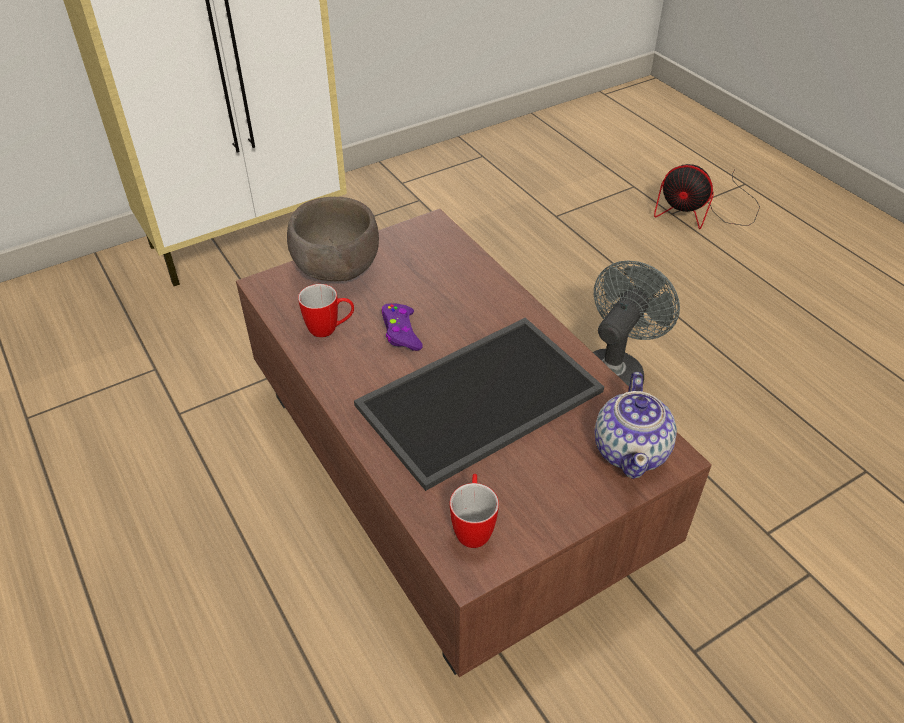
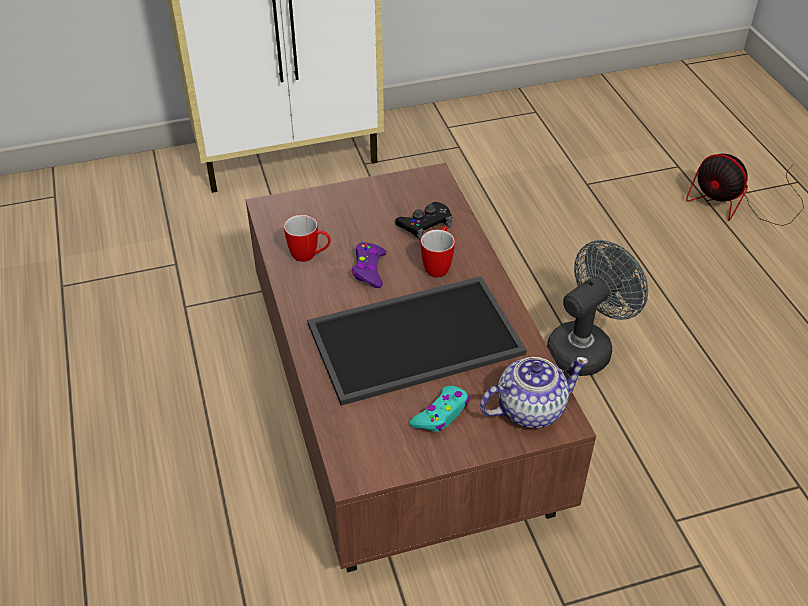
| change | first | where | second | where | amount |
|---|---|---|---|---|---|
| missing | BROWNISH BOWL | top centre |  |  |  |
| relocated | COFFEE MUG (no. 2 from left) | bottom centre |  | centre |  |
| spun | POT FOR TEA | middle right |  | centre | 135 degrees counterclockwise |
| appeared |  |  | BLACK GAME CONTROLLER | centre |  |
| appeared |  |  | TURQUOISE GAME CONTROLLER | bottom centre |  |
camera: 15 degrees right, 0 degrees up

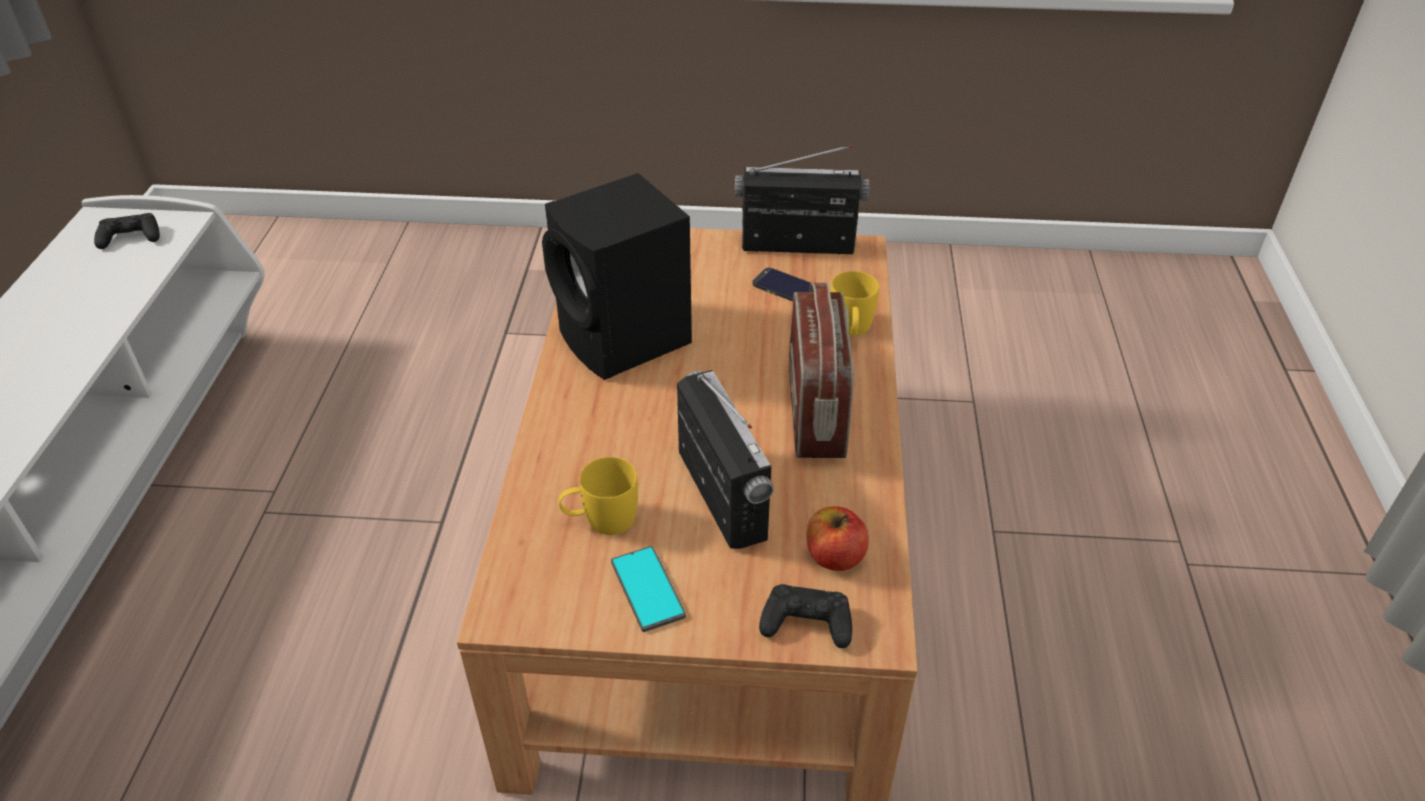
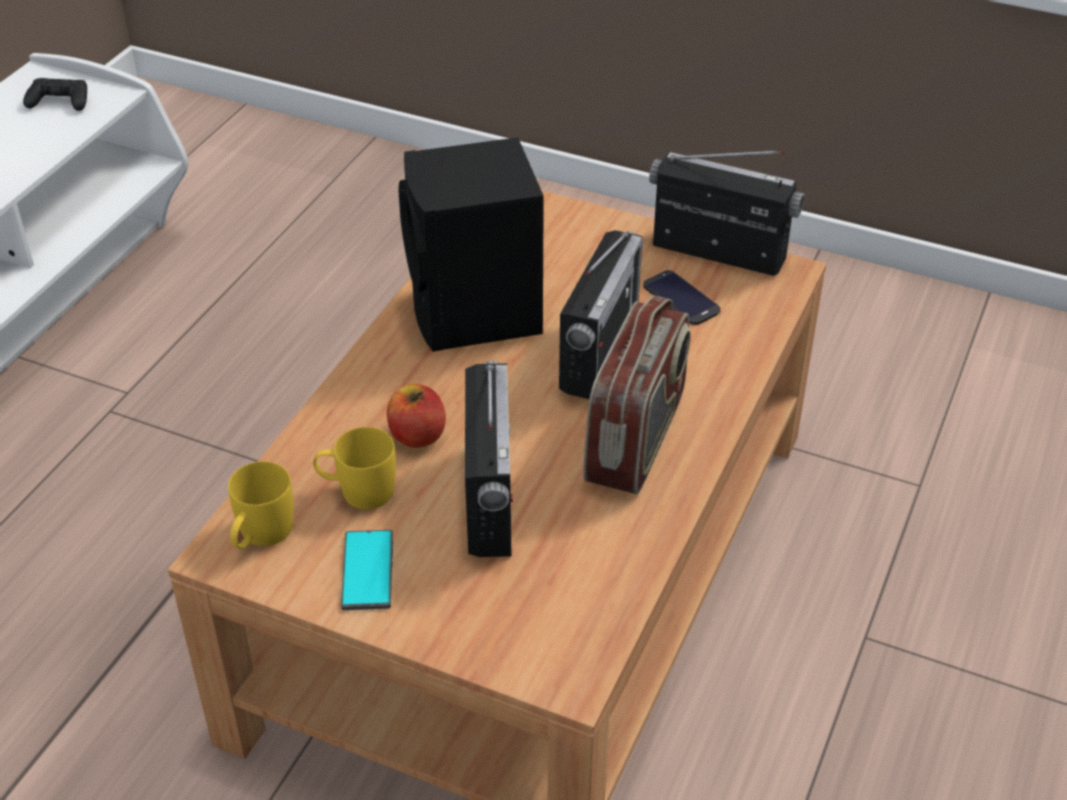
| change | first | where | second | where | amount |
|---|---|---|---|---|---|
| missing | BLACK GAME CONTROLLER (no. 2 from left) | bottom centre |  |  |  |
| relocated | APPLE FRUIT | bottom centre |  | centre |  |
| relocated | YELLOW-COLOURED COFFEE MUG (no. 2 from left in the first image) | centre | YELLOW-COLOURED COFFEE MUG (no. 1 from left) | middle left |  |
| appeared |  |  | RADIO (no. 2 from left) | centre |  |
camera: 20 degrees right, 0 degrees up

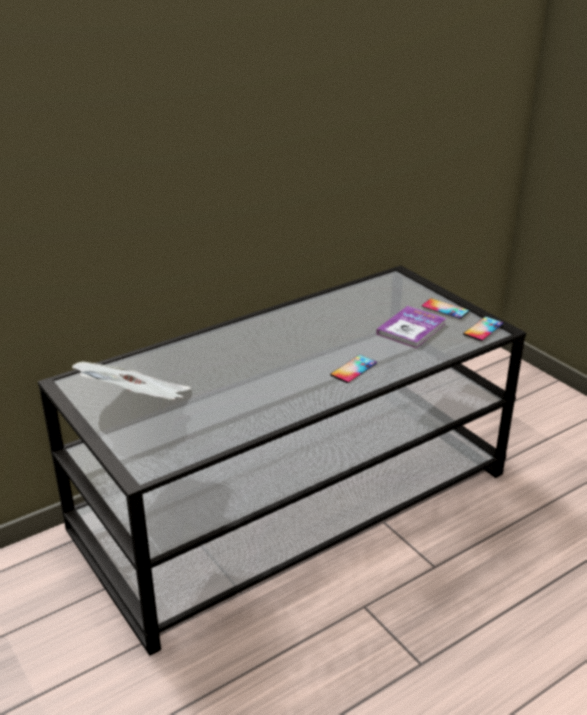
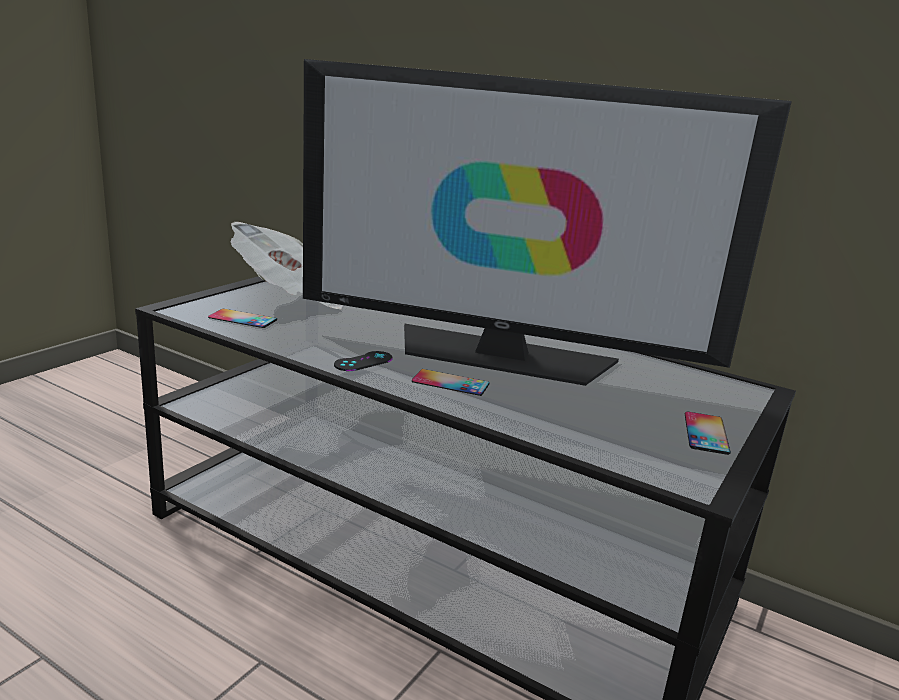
| change | first | where | second | where | amount |
|---|---|---|---|---|---|
| missing | BOUND BOOK | middle right |  |  |  |
| relocated | PHONE (no. 3 from left in the first image) | middle right | PHONE (no. 1 from left) | middle left |  |
| appeared |  |  | TV SET | top centre |  |
| appeared |  |  | BLACK GAME CONTROLLER | centre |  |
camera: 65 degrees right, 10 degrees down

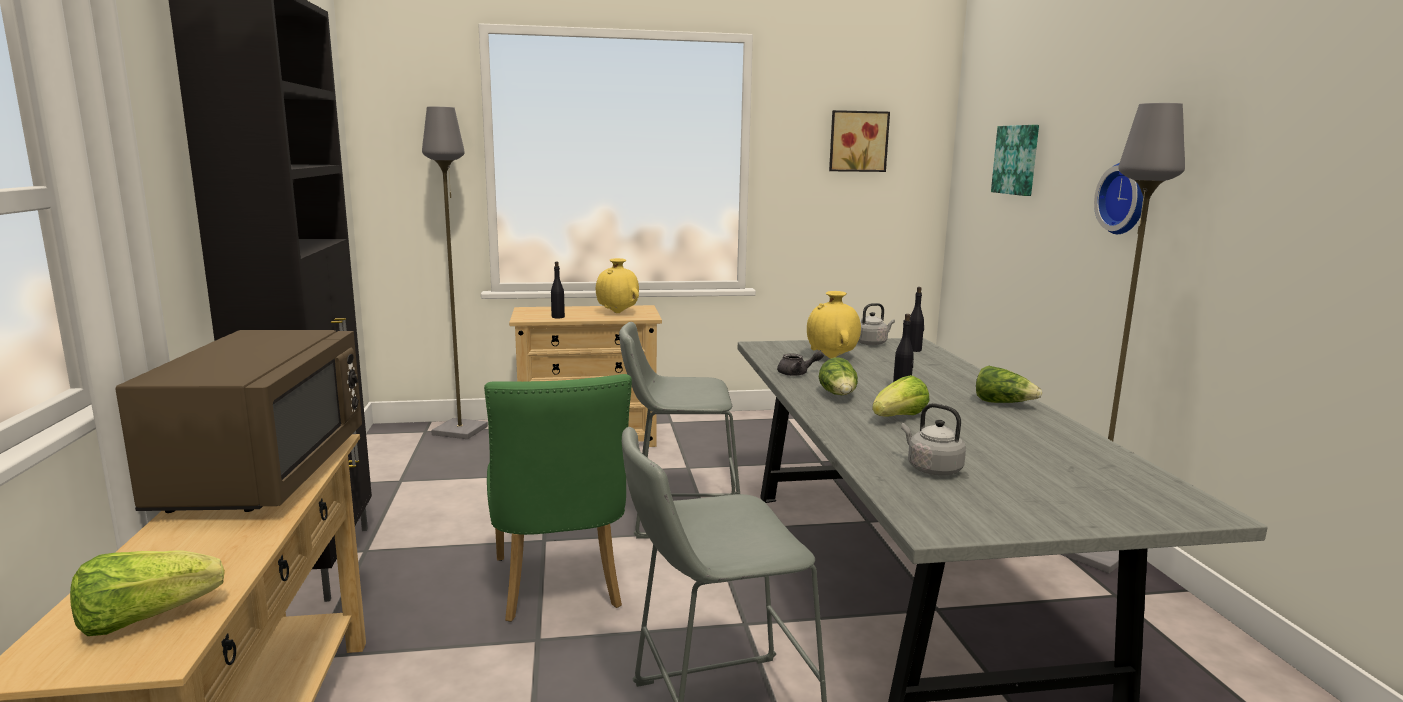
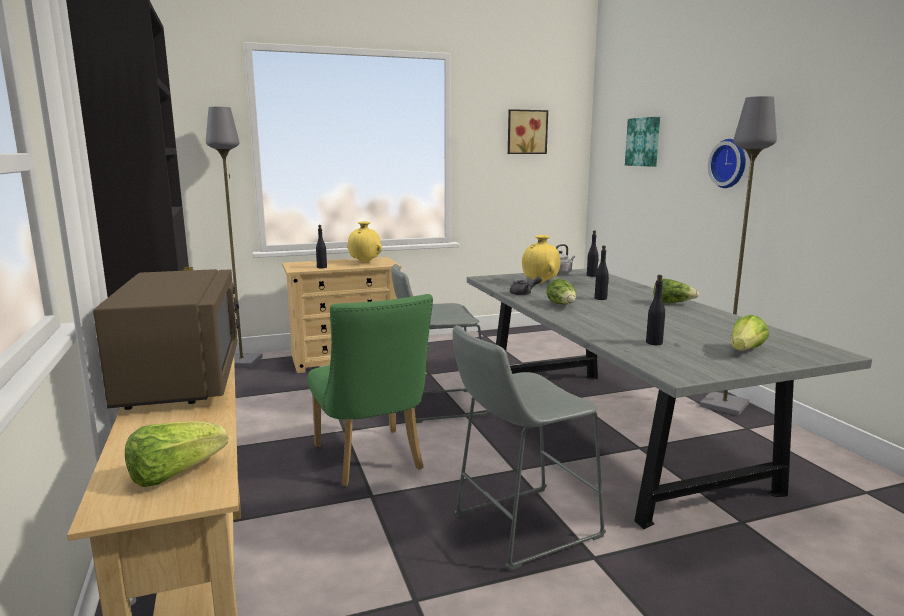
| change | first | where | second | where | amount |
|---|---|---|---|---|---|
| relocated | LETTUCE HEAD (no. 3 from left in the first image) | centre | LETTUCE HEAD (no. 4 from left) | middle right |  |
| exchanged | GREYISH TEA KETTLE (no. 2 from left) | centre | BLACK BEVERAGE BOTTLE (no. 4 from left) | middle right |  |
camera: 10 degrees left, 0 degrees up

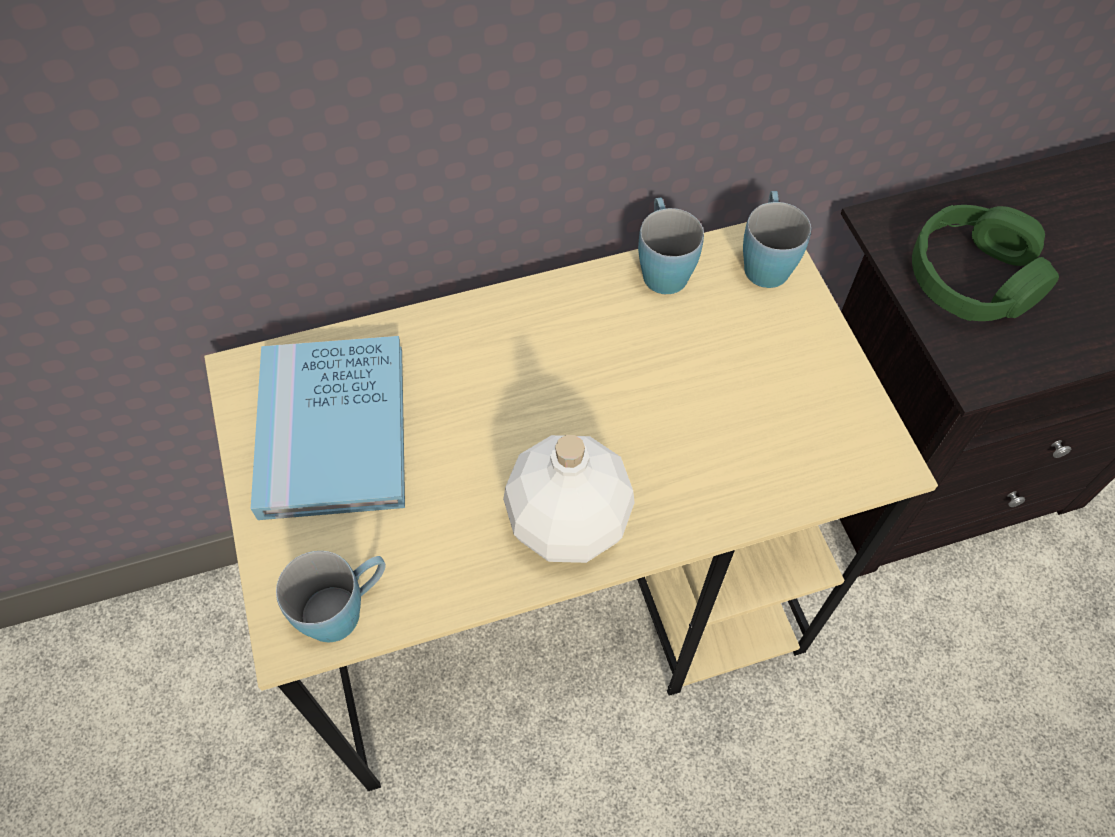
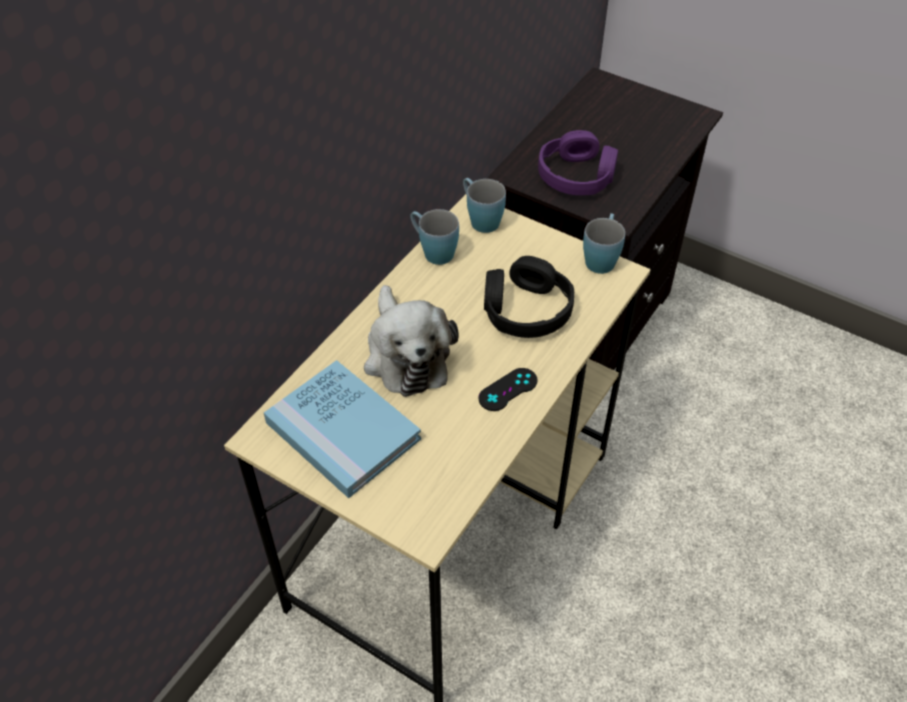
| change | first | where | second | where | amount |
|---|---|---|---|---|---|
| relocated | BLUE-COLOURED COFFEE MUG (no. 1 from left in the first image) | bottom left | BLUE-COLOURED COFFEE MUG (no. 3 from left) | centre |  |
| exchanged | WHITE-COLOURED BEVERAGE BOTTLE | centre | BLACK GAME CONTROLLER | centre |  |
| colour | GREEN HEADSET | top right | PURPLISH HEADSET | top centre |  |
| appeared |  |  | SOFT TOY | centre |  |
| appeared |  |  | BLACK HEADSET | centre |  |
camera: 40 degrees left, 10 degrees down

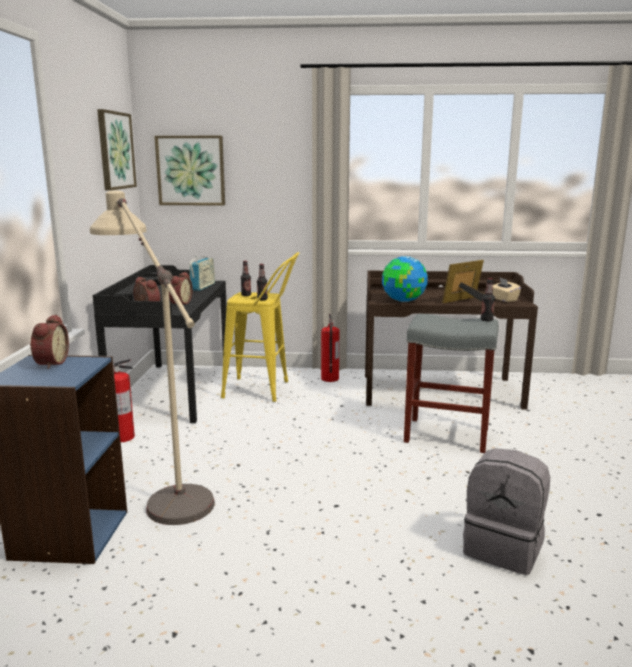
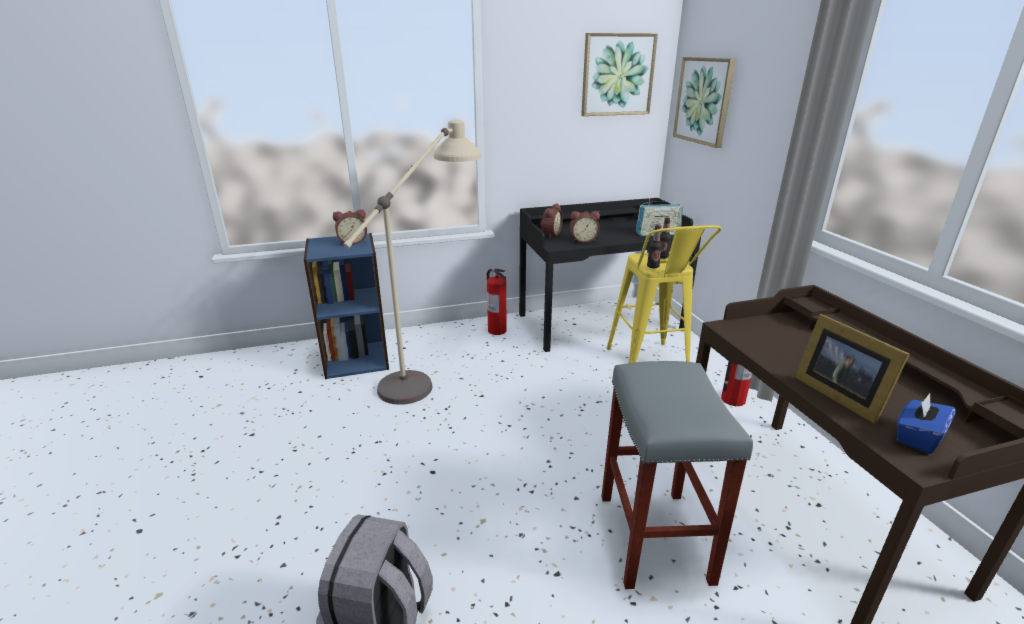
| change | first | where | second | where | amount |
|---|---|---|---|---|---|
| missing | WORLD GLOBE | centre |  |  |  |
| spun | PICTURE FRAME | middle right |  | middle right | 150 degrees counterclockwise |
| missing | BEVERAGE BOTTLE (no. 3 from left) | middle right |  |  |  |
| colour | SAND-COLOURED TISSUE HOLDER | middle right | BLUE-COLOURED TISSUE HOLDER | bottom right |  |
camera: 70 degrees right, 10 degrees up

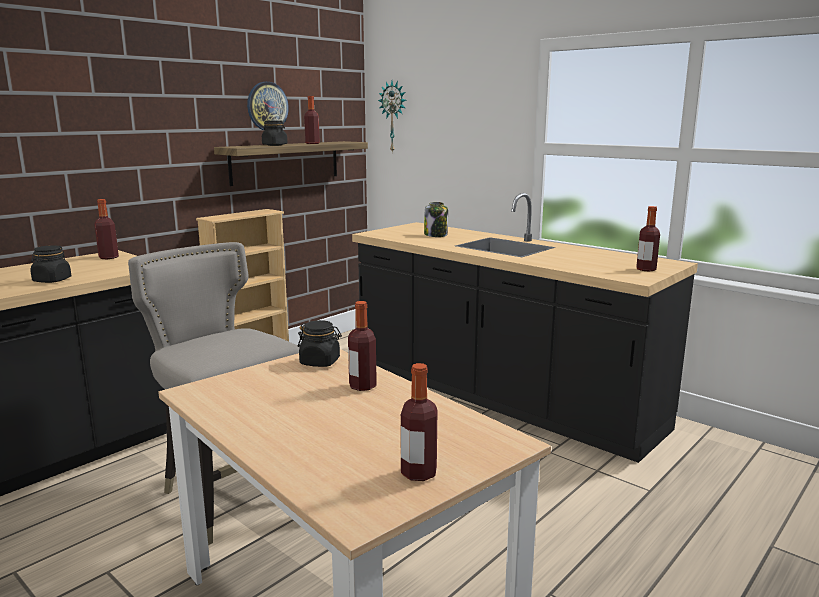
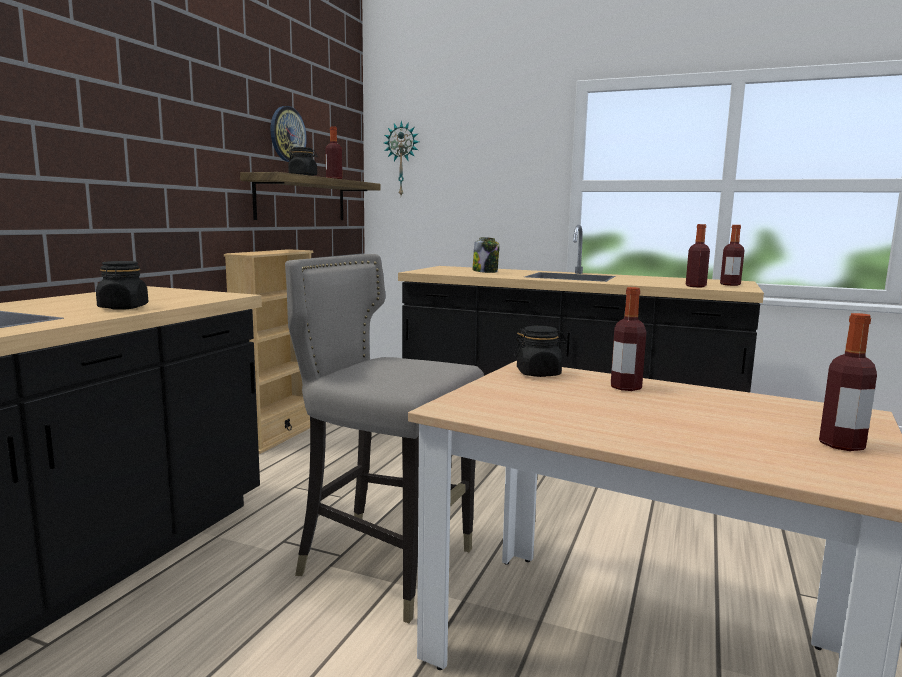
| change | first | where | second | where | amount |
|---|---|---|---|---|---|
| relocated | BEVERAGE BOTTLE (no. 1 from left in the first image) | middle left | BEVERAGE BOTTLE (no. 3 from left) | middle right |  |
camera: 20 degrees left, 5 degrees down

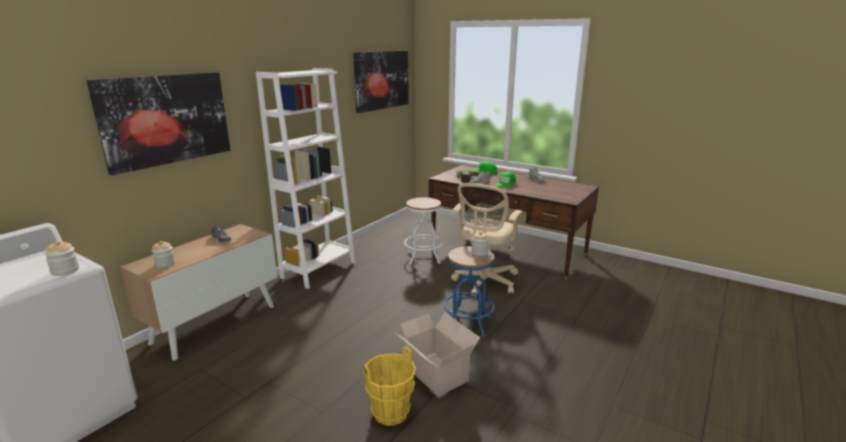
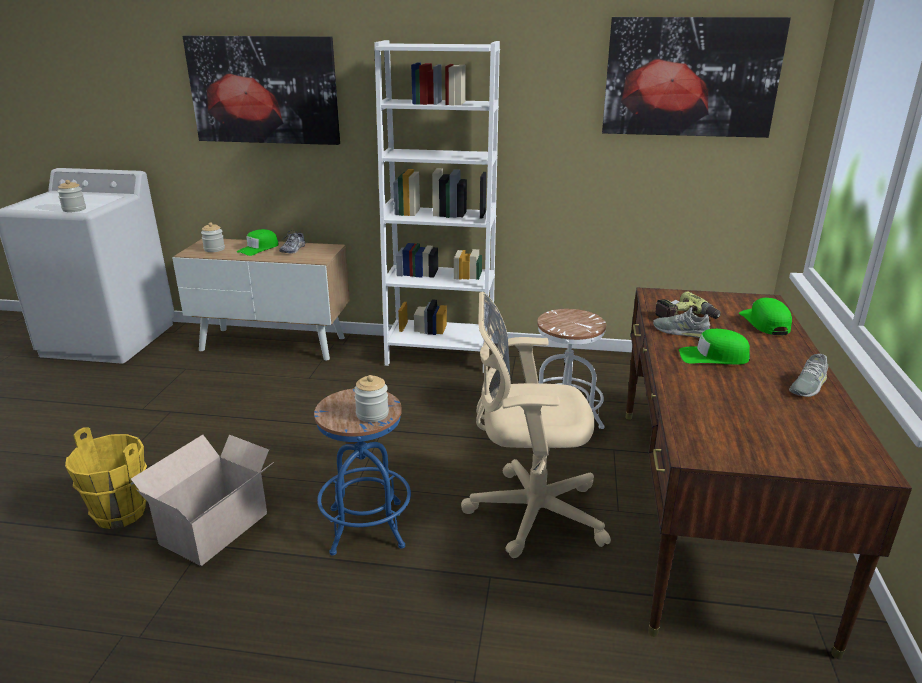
| change | first | where | second | where | amount |
|---|---|---|---|---|---|
| appeared |  |  | GREEN BASEBALL CAP (no. 1 from left) | middle left |  |
camera: 65 degrees right, 5 degrees up

